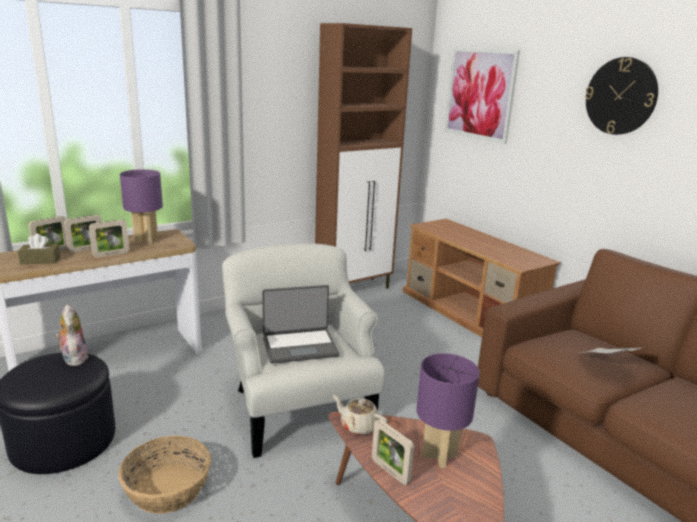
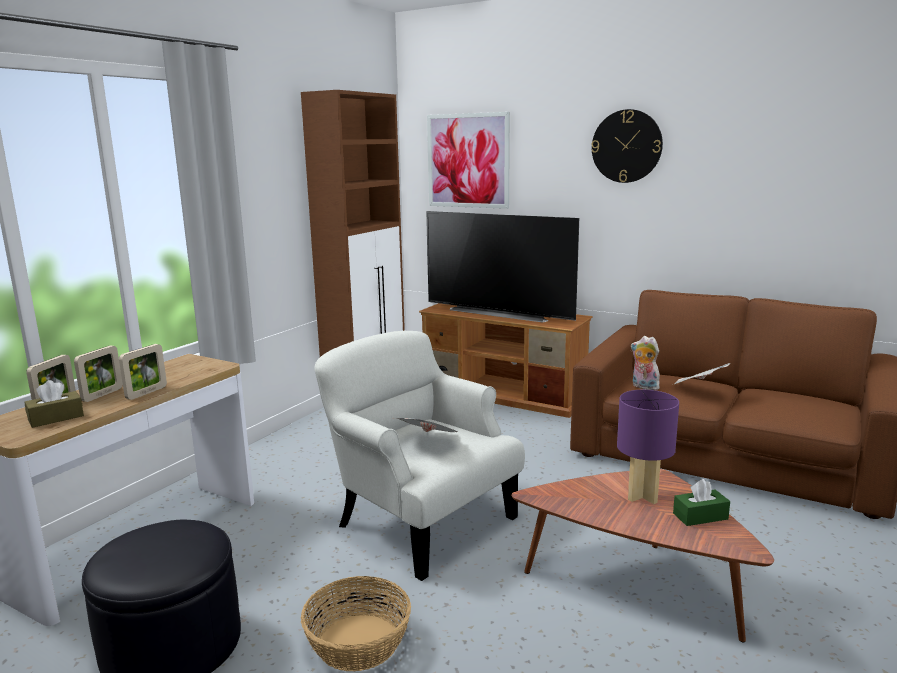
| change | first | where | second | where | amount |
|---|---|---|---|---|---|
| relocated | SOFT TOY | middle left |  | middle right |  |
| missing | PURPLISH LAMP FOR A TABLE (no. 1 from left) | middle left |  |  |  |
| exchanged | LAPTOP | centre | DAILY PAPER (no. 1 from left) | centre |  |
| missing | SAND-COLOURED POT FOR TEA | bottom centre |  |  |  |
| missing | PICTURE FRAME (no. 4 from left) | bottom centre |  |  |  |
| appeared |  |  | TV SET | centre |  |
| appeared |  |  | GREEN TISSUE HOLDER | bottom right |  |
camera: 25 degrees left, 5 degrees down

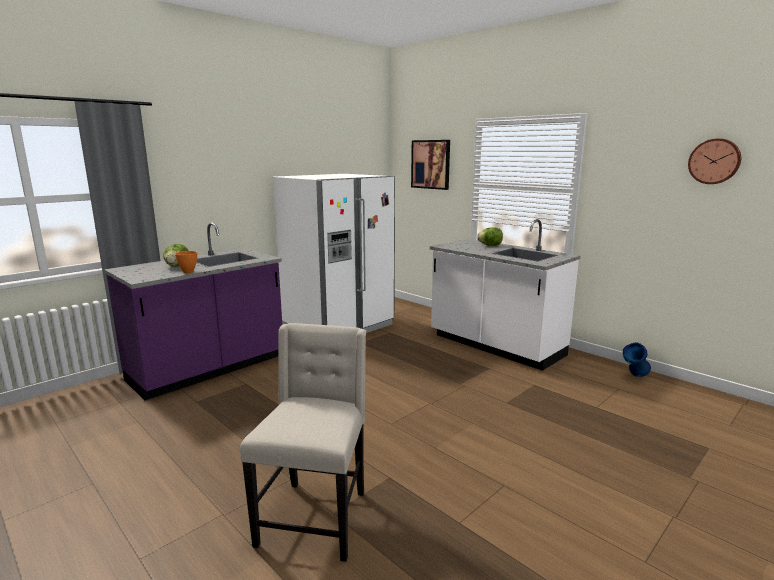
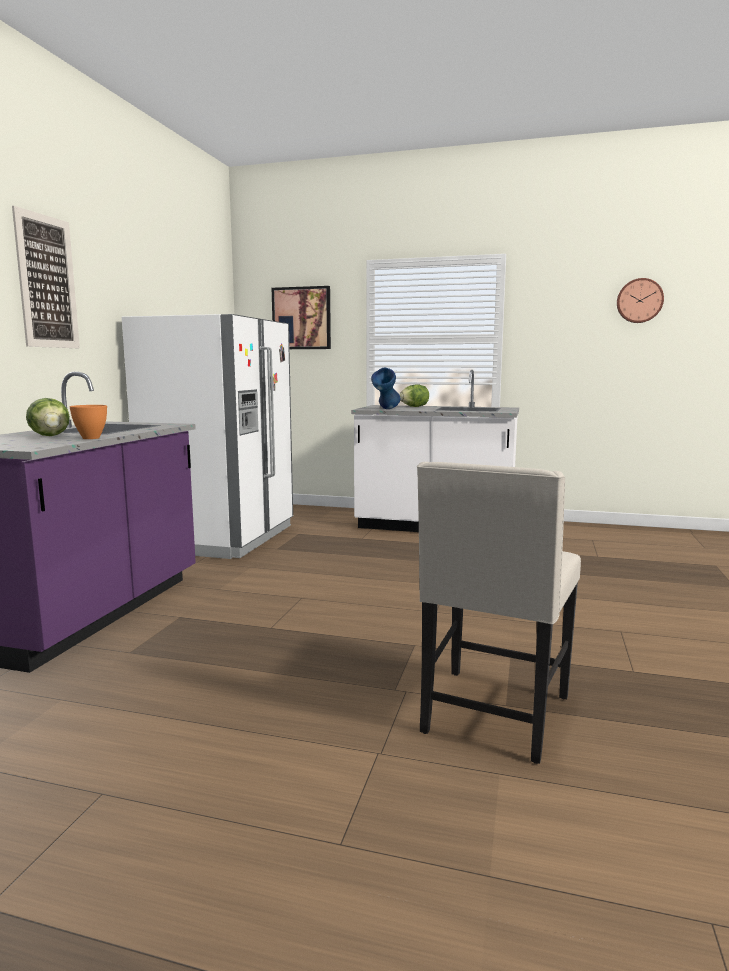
| change | first | where | second | where | amount |
|---|---|---|---|---|---|
| spun | SAND-COLOURED PLAIN CHAIR | bottom centre |  | middle right | 135 degrees counterclockwise |
| relocated | BLUE-COLOURED FLOWER VASE | middle right |  | centre |  |
| appeared |  |  | WALL PICTURE (no. 1 from left) | top left |  |
camera: 30 degrees left, 5 degrees down

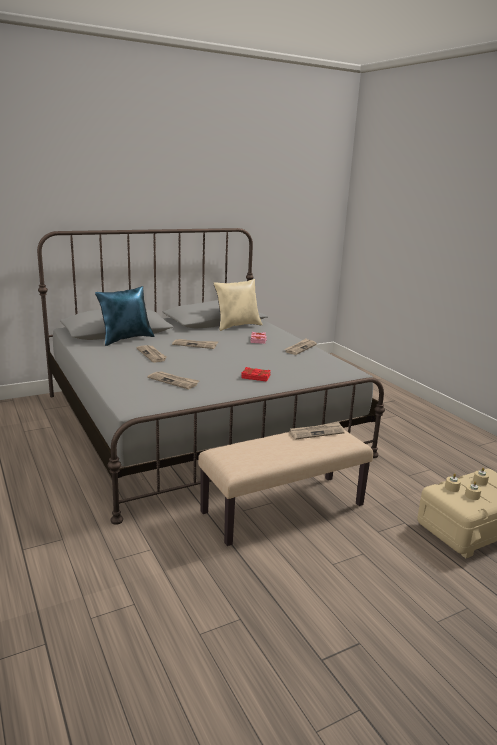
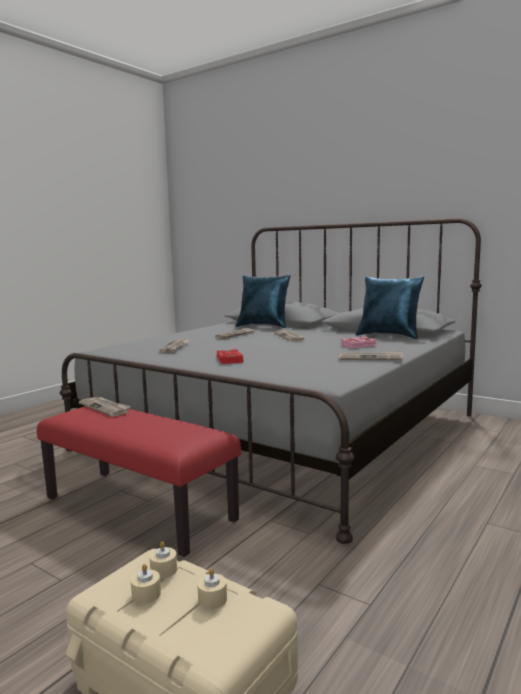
| change | first | where | second | where | amount |
|---|---|---|---|---|---|
| colour | SAND-COLOURED INDOOR BENCH | centre | REDDISH INDOOR BENCH | bottom left |  |
| colour | SAND-COLOURED PILLOW | centre | BLUE-COLOURED PILLOW (no. 2 from left) | middle right |  |
| relocated | DAILY PAPER (no. 5 from left in the first image) | centre | DAILY PAPER (no. 1 from left) | middle left |  |
camera: 65 degrees right, 10 degrees down

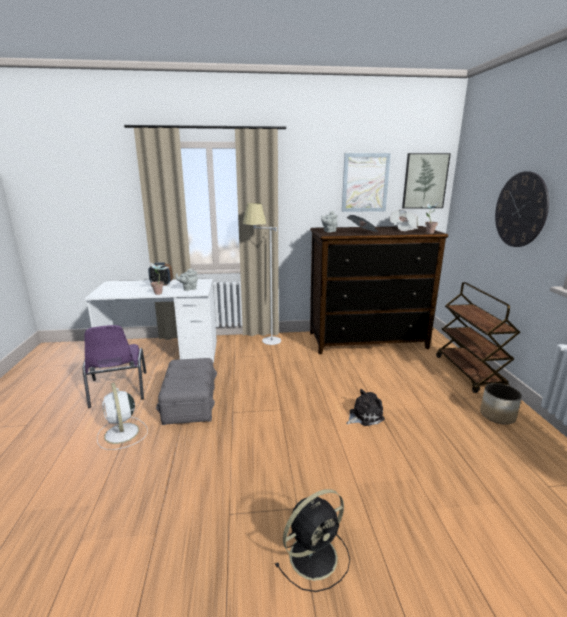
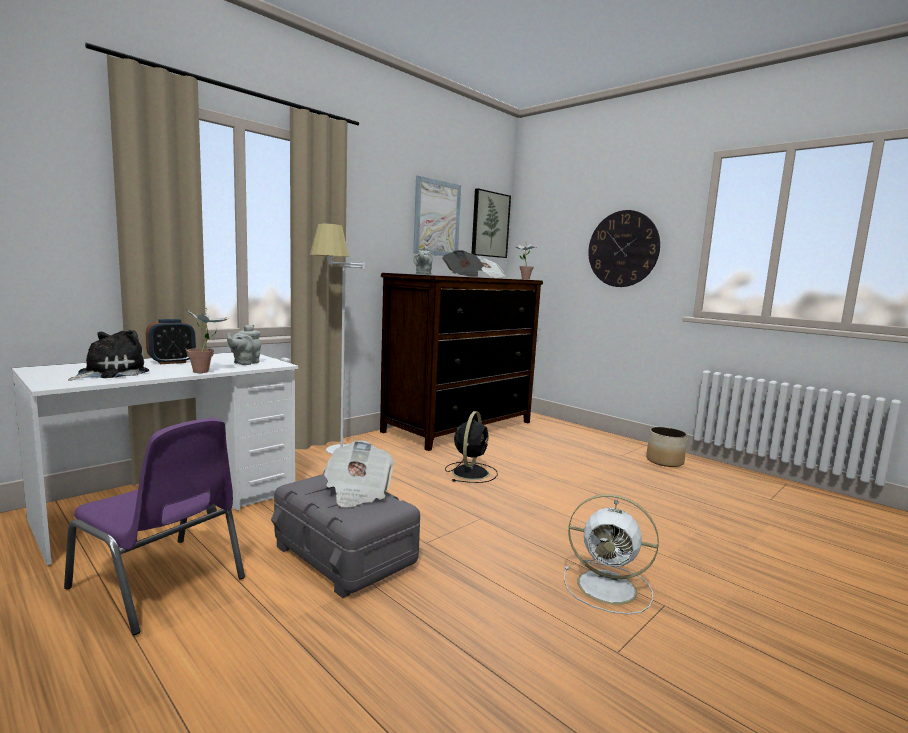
| change | first | where | second | where | amount |
|---|---|---|---|---|---|
| relocated | WHITE-COLOURED ELECTRIC FAN | bottom left |  | bottom right |  |
| relocated | BLACK ELECTRIC FAN | bottom centre |  | centre |  |
| relocated | SOFT TOY | centre |  | middle left |  |
| missing | BROWNISH WHEELED CART | middle right |  |  |  |
| appeared |  |  | DAILY PAPER (no. 1 from left) | centre |  |
camera: 40 degrees left, 10 degrees down

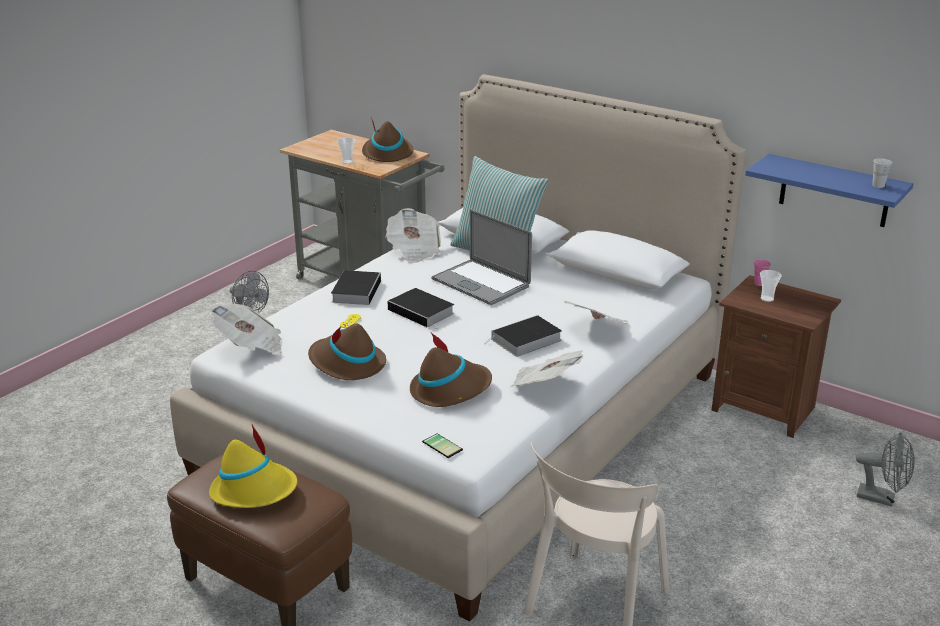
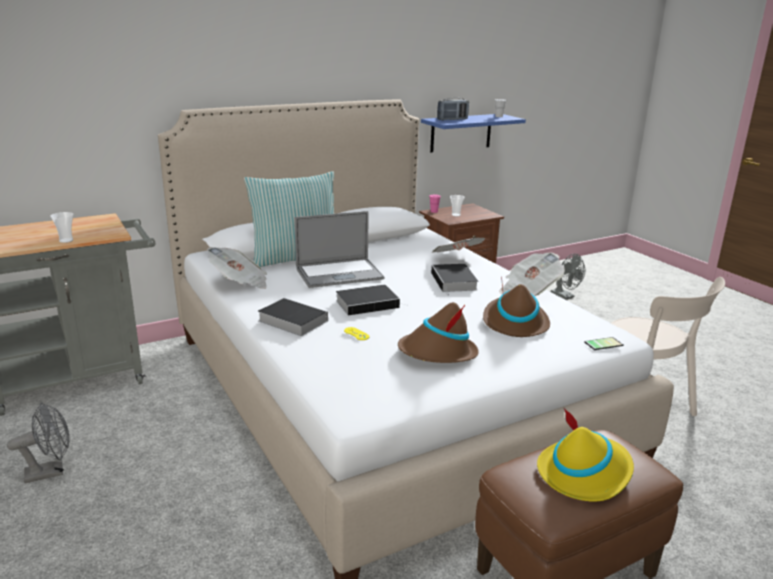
| change | first | where | second | where | amount |
|---|---|---|---|---|---|
| missing | DAILY PAPER (no. 1 from left) | middle left |  |  |  |
| missing | BROWNISH WEARABLE HAT (no. 2 from left) | top centre |  |  |  |
| spun | GREYISH ELECTRIC FAN (no. 2 from left) | bottom right |  | middle right | 90 degrees clockwise |
| appeared |  |  | RADIO | top centre |  |
camera: 65 degrees left, 5 degrees down

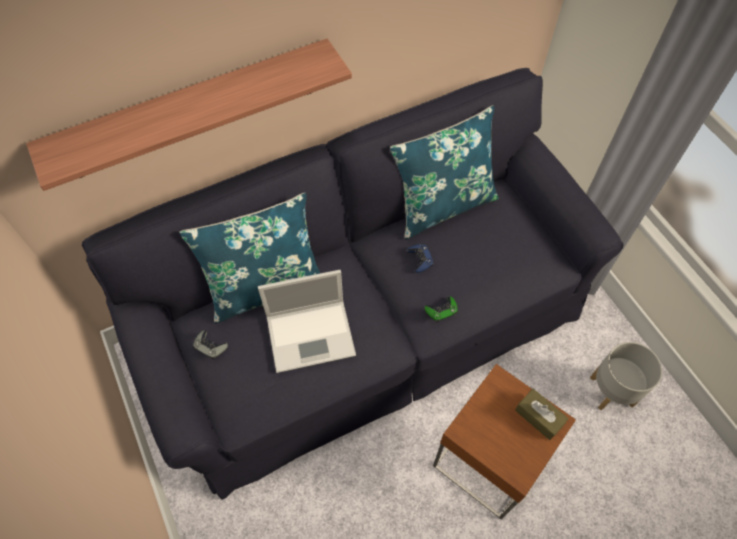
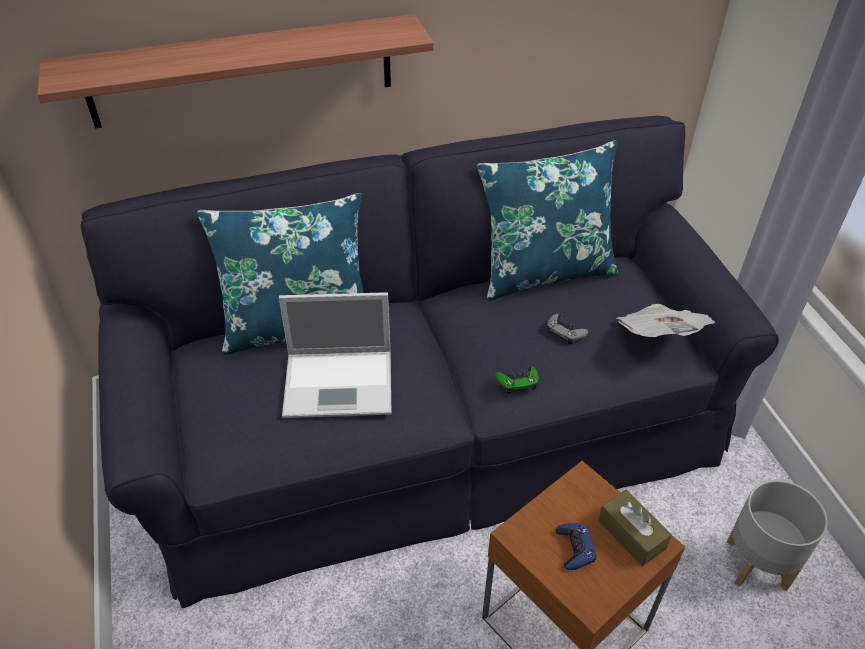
| change | first | where | second | where | amount |
|---|---|---|---|---|---|
| relocated | GREYISH GAME CONTROLLER | middle left |  | centre |  |
| relocated | BLUE-COLOURED GAME CONTROLLER | centre |  | bottom centre |  |
| appeared |  |  | DAILY PAPER | middle right |  |
camera: 10 degrees right, 15 degrees down

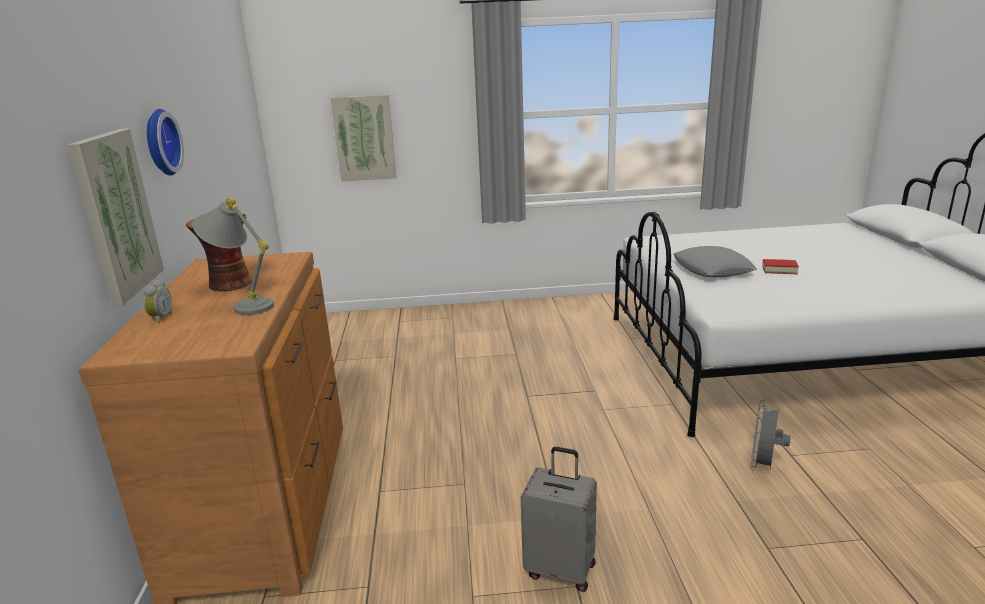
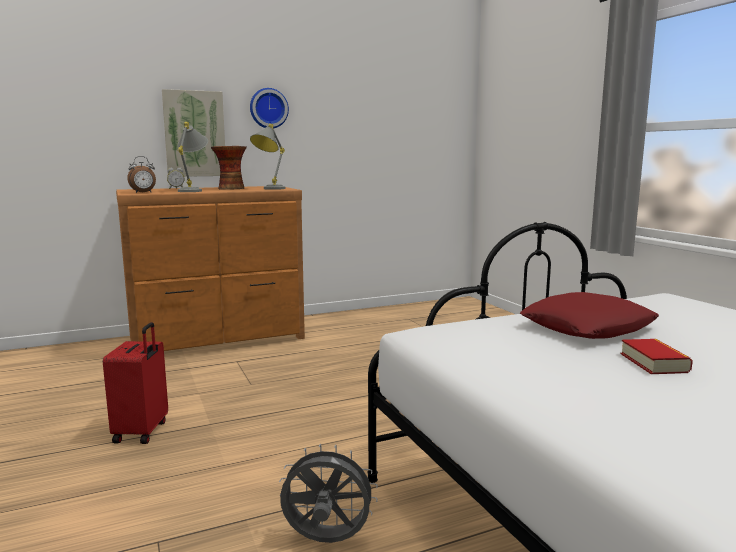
| change | first | where | second | where | amount |
|---|---|---|---|---|---|
| missing | WALL PICTURE (no. 2 from left) | top centre |  |  |  |
| colour | GREYISH SUITCASE | bottom centre | REDDISH SUITCASE | bottom left |  |
| colour | GREYISH PILLOW | middle right | REDDISH PILLOW | middle right |  |
| appeared |  |  | ALARM CLOCK (no. 1 from left) | top left |  |
| appeared |  |  | GREYISH LAMP FOR A TABLE (no. 2 from left) | top centre |  |
camera: 70 degrees right, 10 degrees down

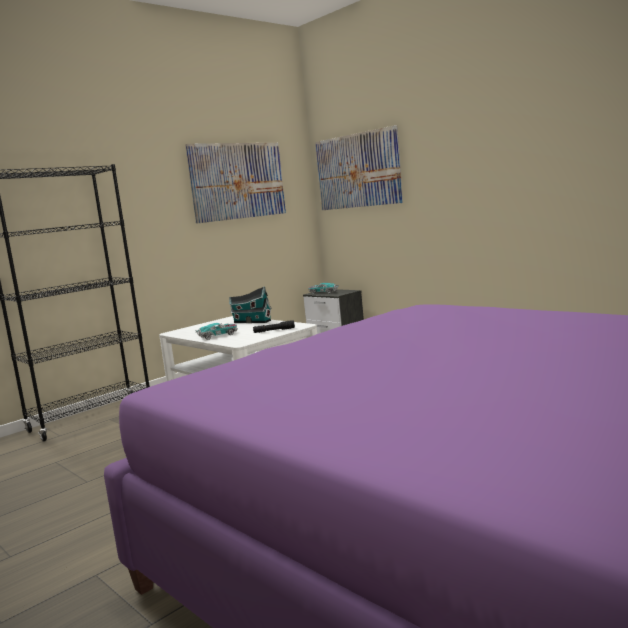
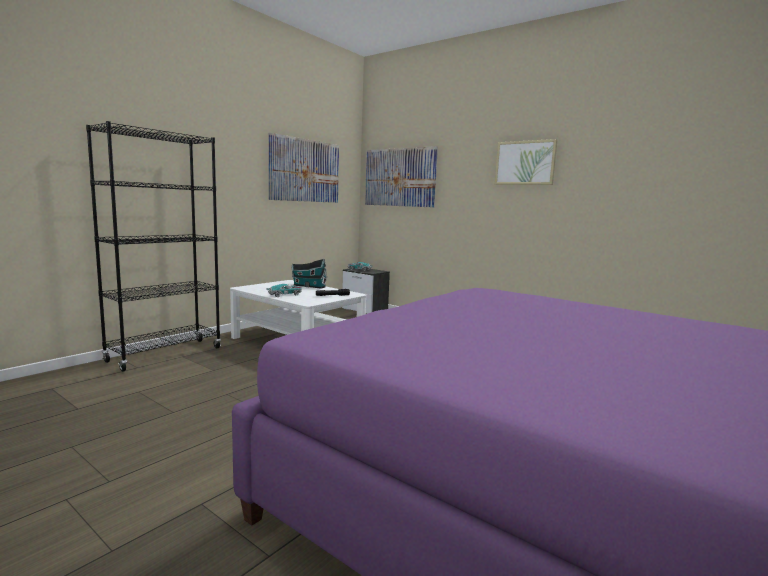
| change | first | where | second | where | amount |
|---|---|---|---|---|---|
| appeared |  |  | WALL PICTURE (no. 3 from left) | top right |  |
camera: 10 degrees left, 0 degrees up

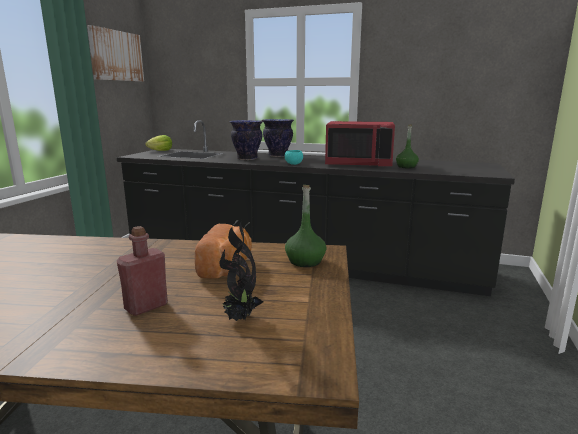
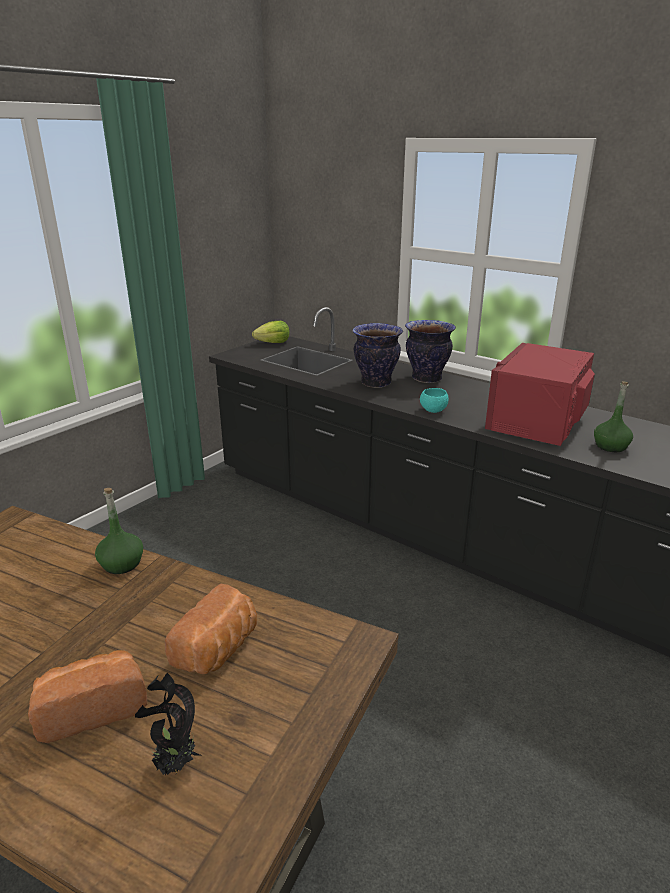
| change | first | where | second | where | amount |
|---|---|---|---|---|---|
| missing | WALL PICTURE | top left |  |  |  |
| exchanged | REDDISH BEVERAGE BOTTLE | middle left | BAKED BREAD (no. 1 from left) | bottom left |  |
| relocated | GREEN BEVERAGE BOTTLE (no. 1 from left) | centre |  | middle left |  |
| spun | REDDISH KITCHEN MICROWAVE | top centre |  | middle right | 90 degrees clockwise |
camera: 20 degrees right, 10 degrees up

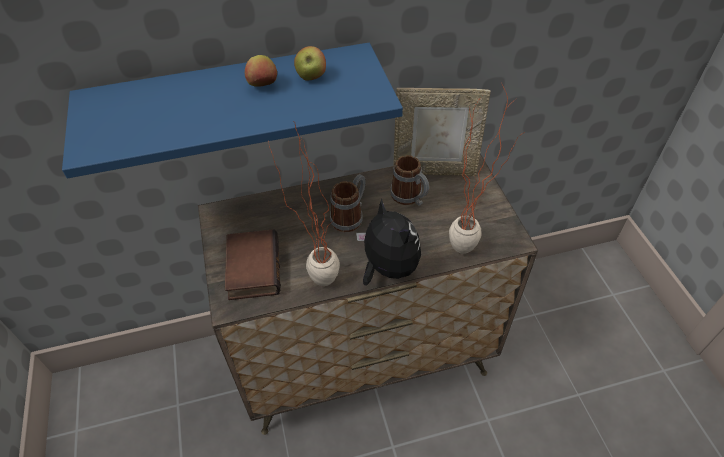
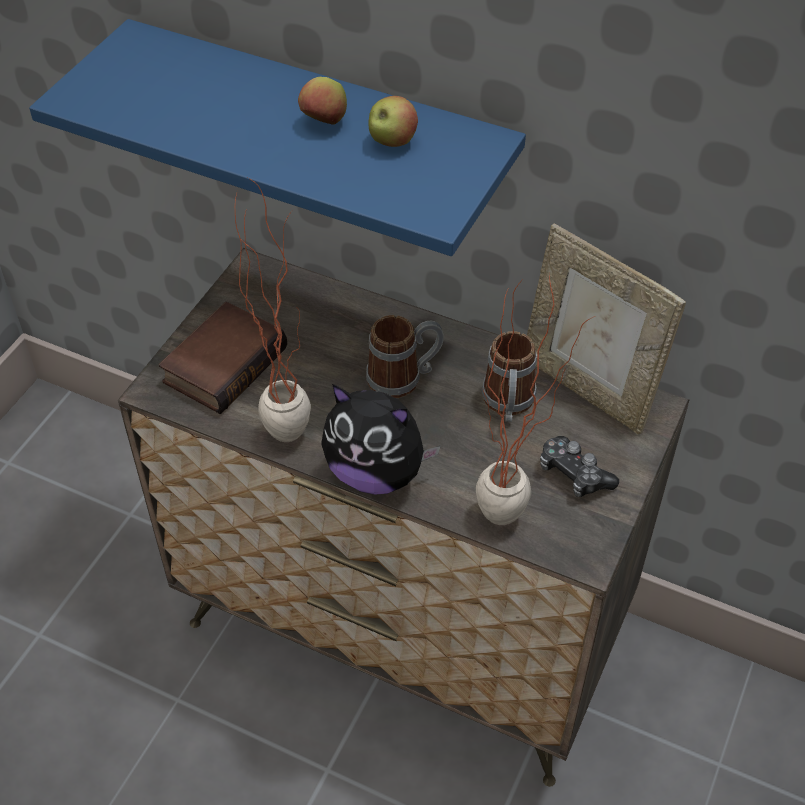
| change | first | where | second | where | amount |
|---|---|---|---|---|---|
| spun | SOFT TOY | centre |  | centre | 105 degrees clockwise |
| appeared |  |  | GAME CONTROLLER | middle right |  |
camera: 40 degrees right, 0 degrees up

